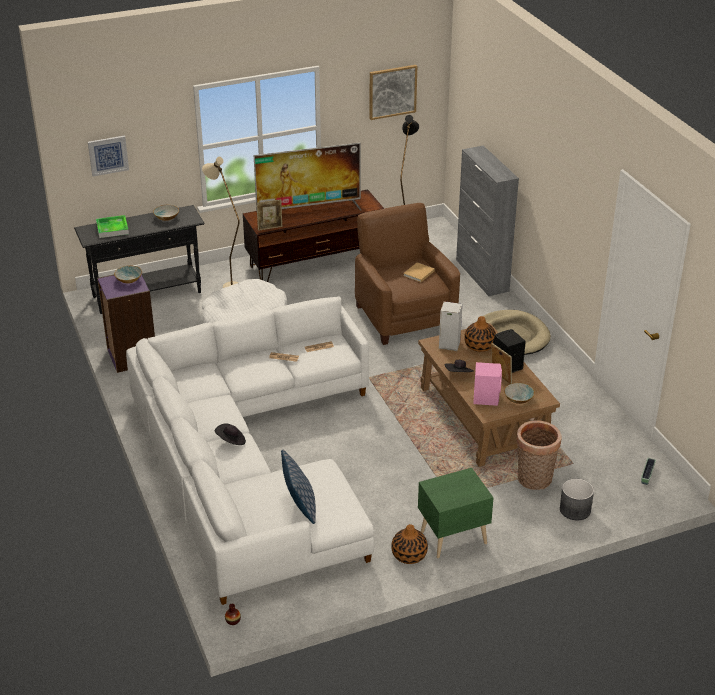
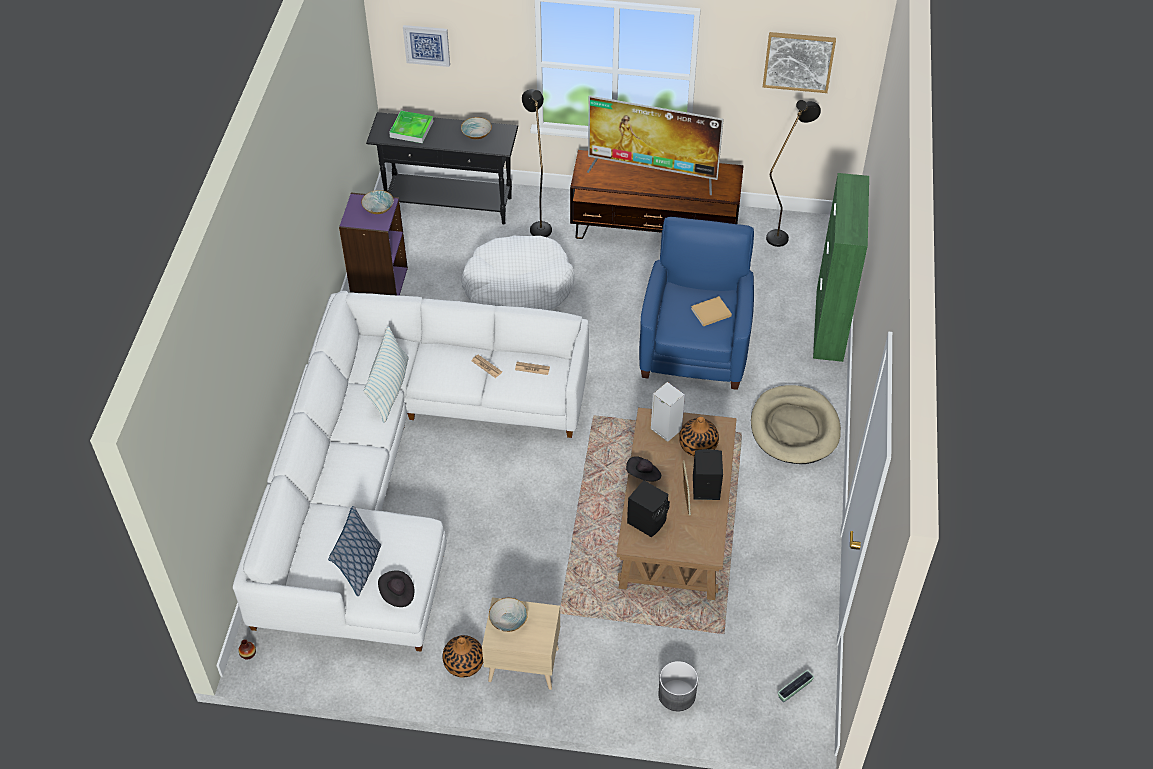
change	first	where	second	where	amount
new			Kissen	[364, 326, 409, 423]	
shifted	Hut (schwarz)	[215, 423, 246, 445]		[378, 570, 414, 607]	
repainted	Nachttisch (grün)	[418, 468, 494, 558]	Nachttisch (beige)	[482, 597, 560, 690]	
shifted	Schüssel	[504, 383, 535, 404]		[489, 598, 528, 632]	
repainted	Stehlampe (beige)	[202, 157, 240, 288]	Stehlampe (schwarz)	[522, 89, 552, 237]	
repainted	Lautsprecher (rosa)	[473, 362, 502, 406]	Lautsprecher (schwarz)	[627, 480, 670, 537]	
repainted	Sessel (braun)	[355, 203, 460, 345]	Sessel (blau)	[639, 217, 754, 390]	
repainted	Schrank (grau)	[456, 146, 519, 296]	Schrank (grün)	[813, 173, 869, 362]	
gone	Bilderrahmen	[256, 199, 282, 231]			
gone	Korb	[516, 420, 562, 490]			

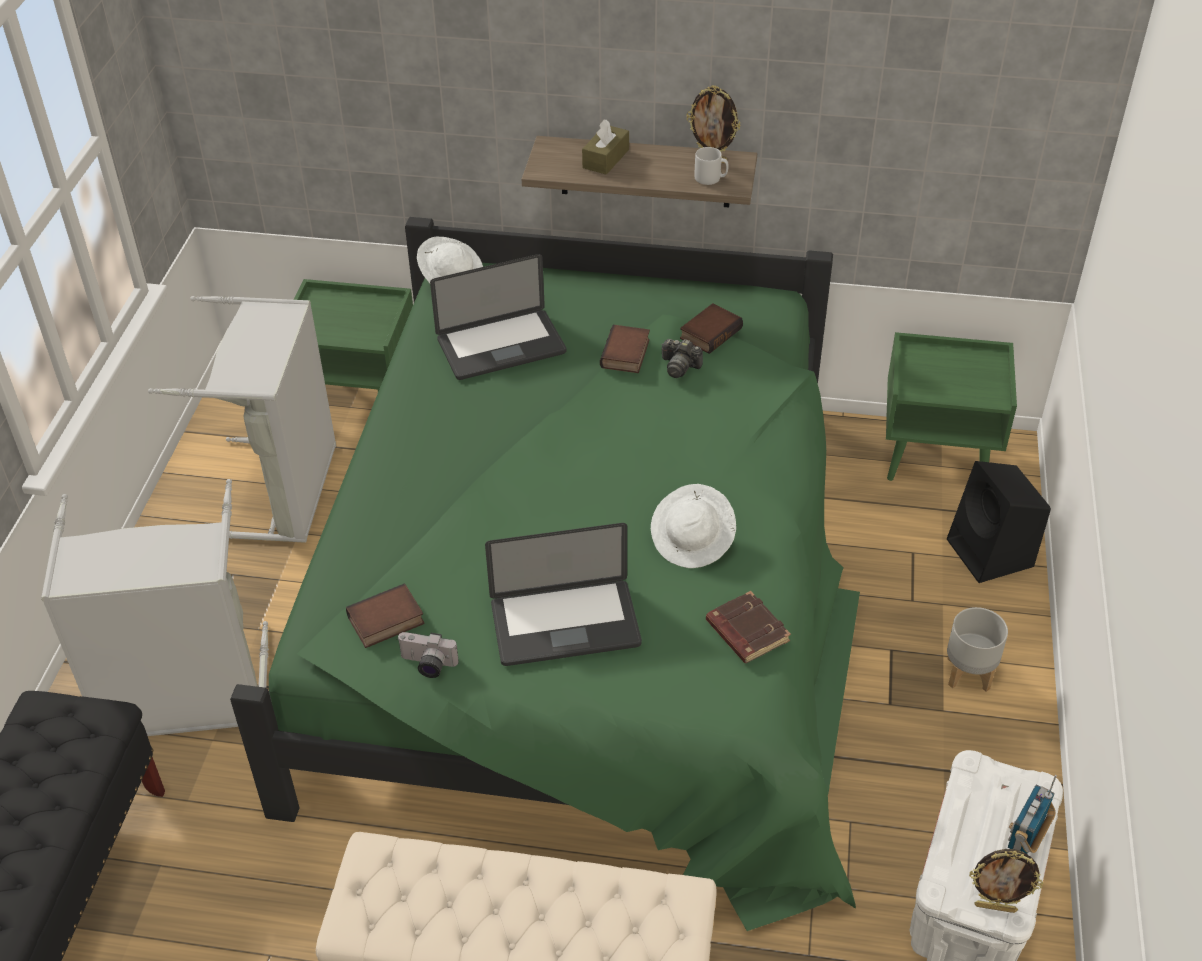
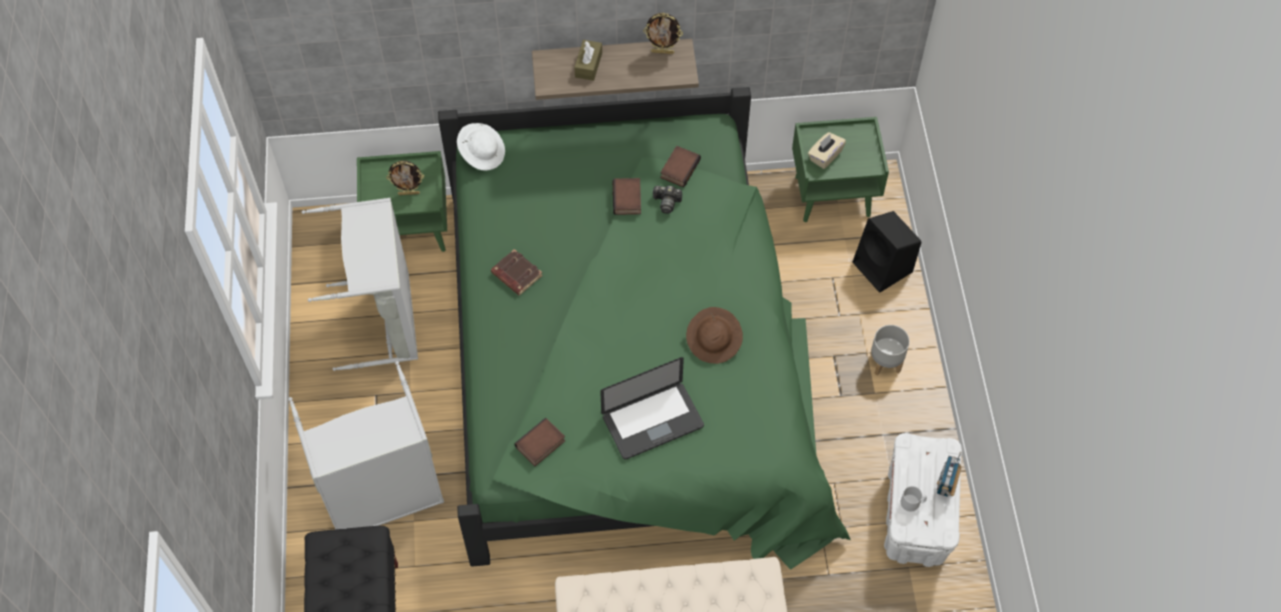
change	first	where	second	where	amount
shifted	Bilderrahmen	[969, 849, 1043, 913]		[386, 160, 424, 195]	
shifted	Buch (braun)	[706, 591, 791, 663]		[491, 249, 543, 295]	
repainted	Hut (weiß)	[651, 484, 736, 568]	Hut (braun)	[686, 307, 743, 364]	
new			Taschentuchbox (beige)	[808, 132, 846, 169]	
shifted	Henkelbecher (grau)	[694, 147, 728, 185]		[901, 486, 927, 512]	
gone	Kamera	[397, 632, 458, 678]			
gone	Laptop	[430, 254, 567, 380]			

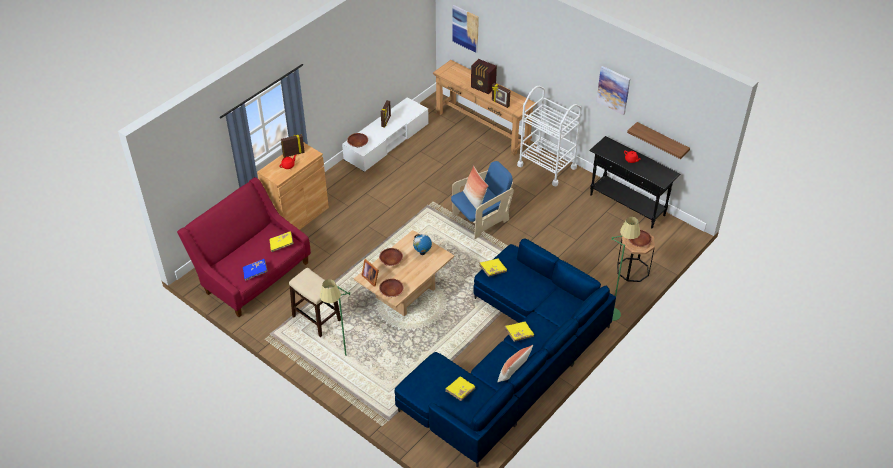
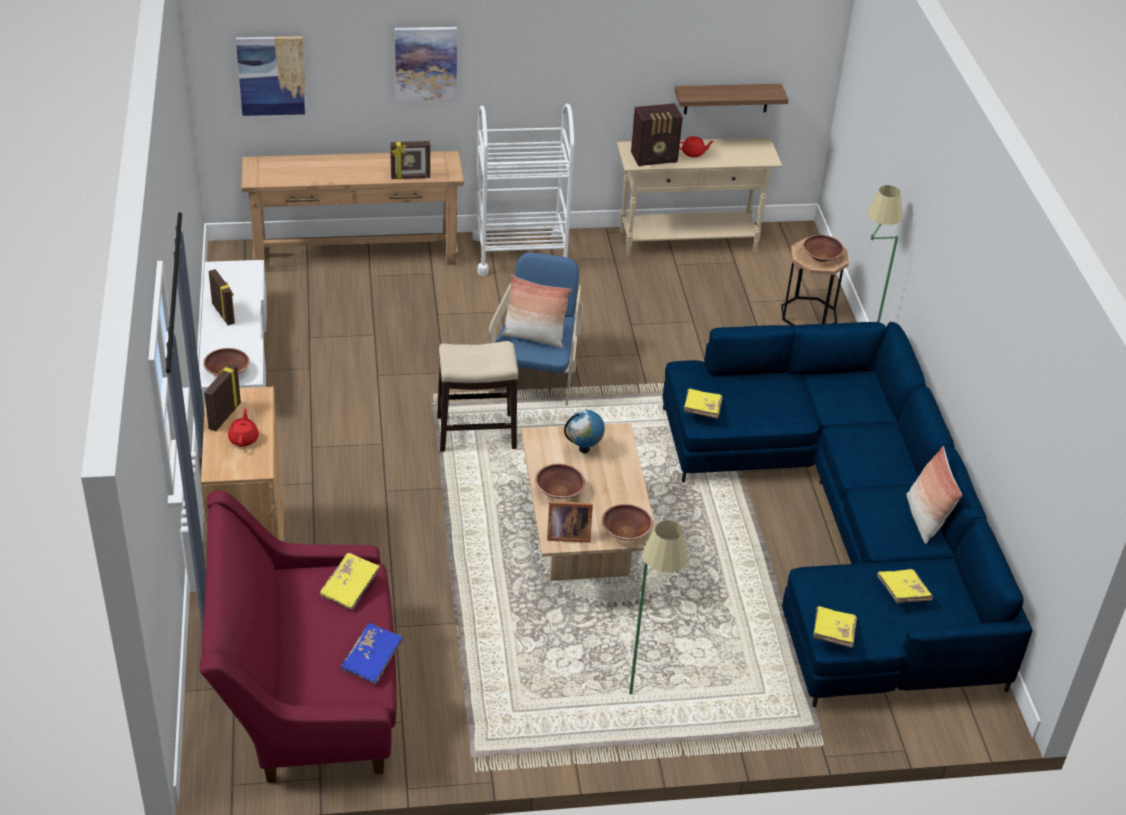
change	first	where	second	where	amount
shifted	Bild	[596, 66, 630, 115]		[395, 27, 457, 102]	
shifted	Hocker	[289, 268, 341, 337]		[437, 341, 518, 452]	
repainted	Konsolentisch (schwarz)	[589, 136, 680, 228]	Konsolentisch (beige)	[617, 138, 782, 257]	
shifted	Radio	[471, 59, 497, 94]		[631, 103, 683, 166]	
shifted	Buch (gelb)	[504, 321, 534, 342]		[814, 606, 857, 648]	

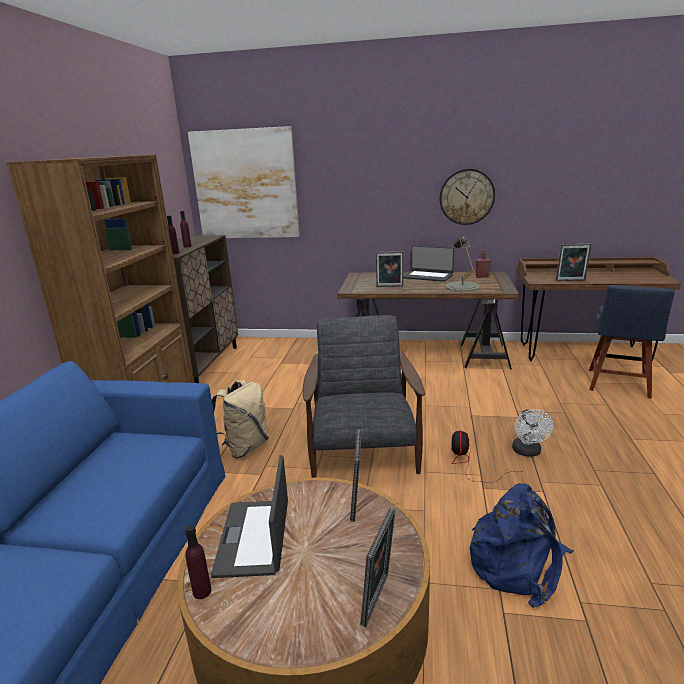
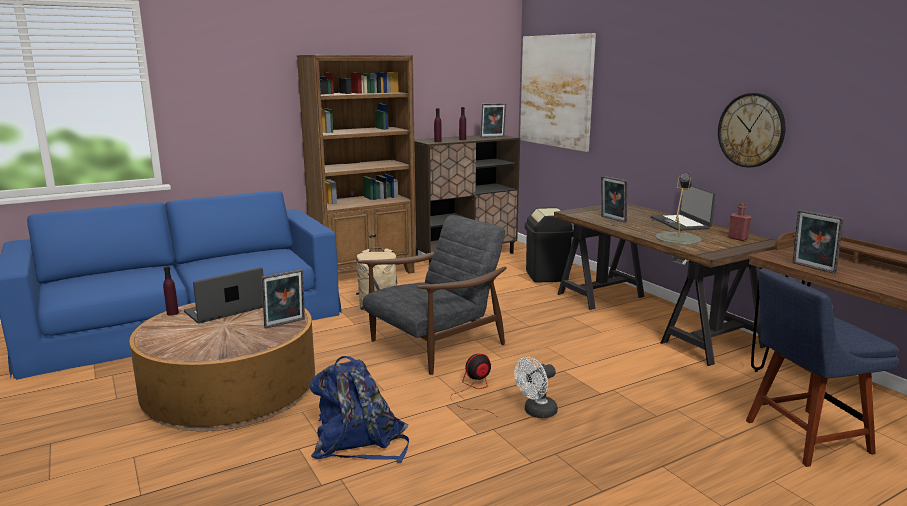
change	first	where	second	where	amount
shifted	Bilderrahmen	[360, 508, 395, 627]		[480, 103, 506, 138]	
new			Mülleimer (schwarz)	[525, 207, 574, 282]	

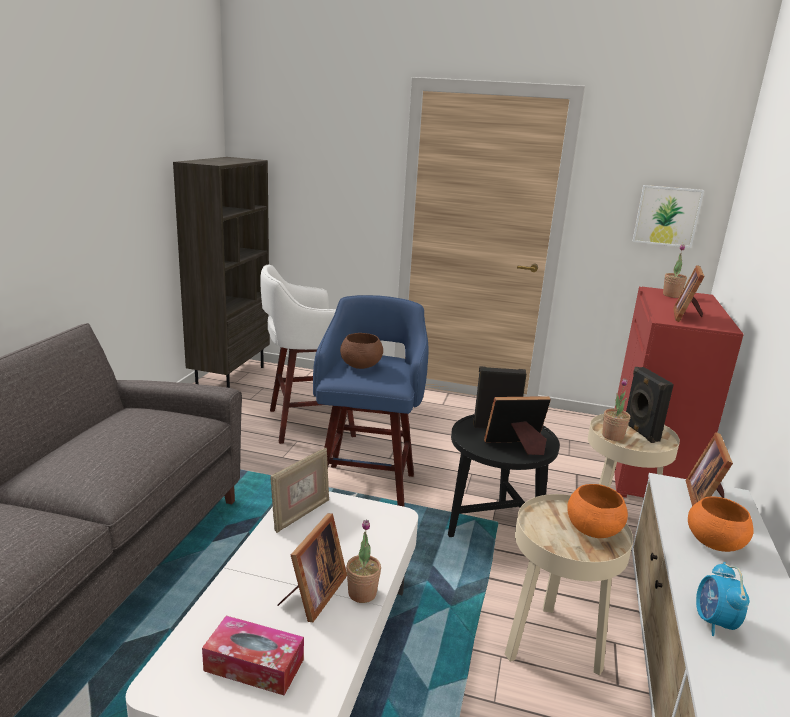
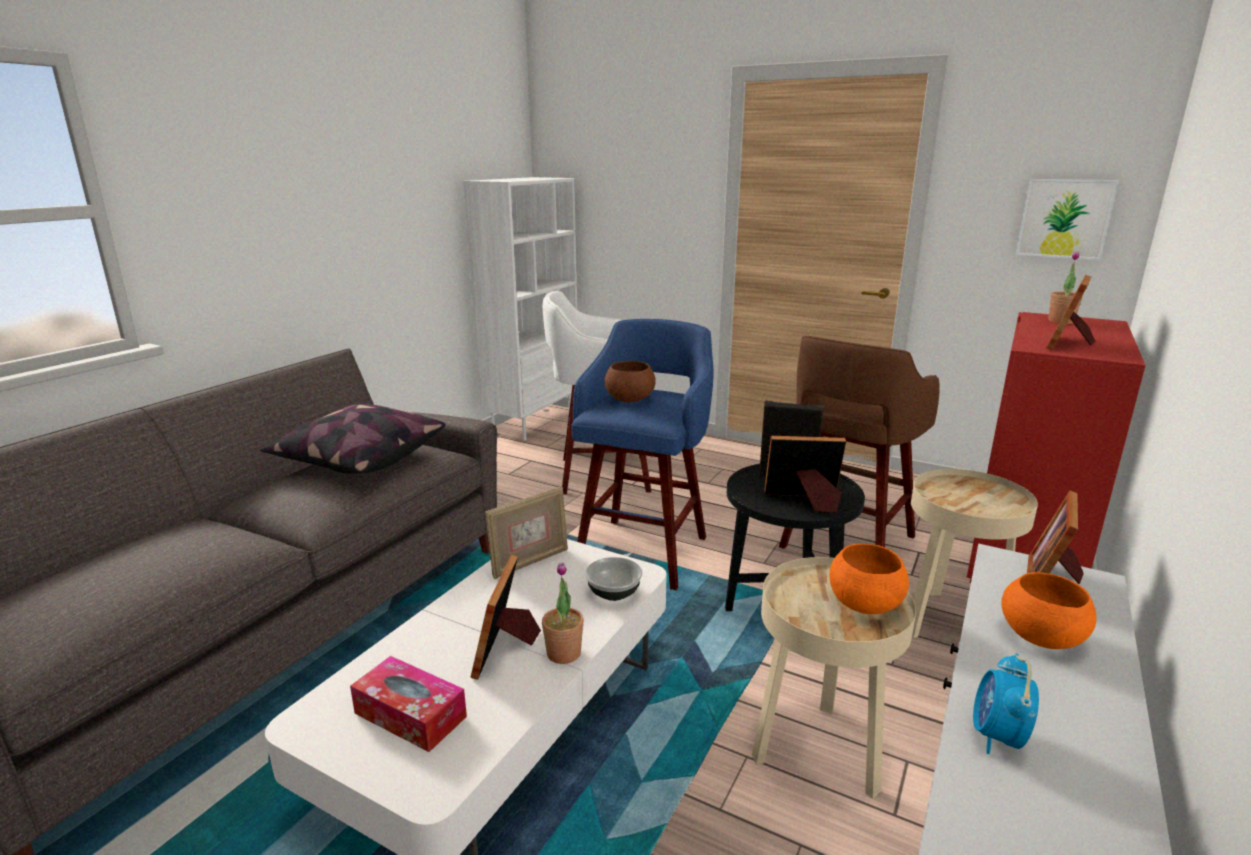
change	first	where	second	where	amount
new			Kissen	[260, 404, 446, 473]	
repainted	Bücherregal (braun)	[173, 157, 270, 388]	Bücherregal (weiß)	[463, 177, 577, 440]	
rotated	Bilderrahmen	[277, 513, 347, 622]		[471, 555, 541, 680]	150 degrees clockwise
new			Schüssel	[585, 557, 642, 601]	
new			Hocker (braun)	[779, 336, 940, 549]	
gone	Topfpflanze	[602, 378, 630, 441]			
gone	Lautsprecher (schwarz)	[626, 367, 674, 443]			

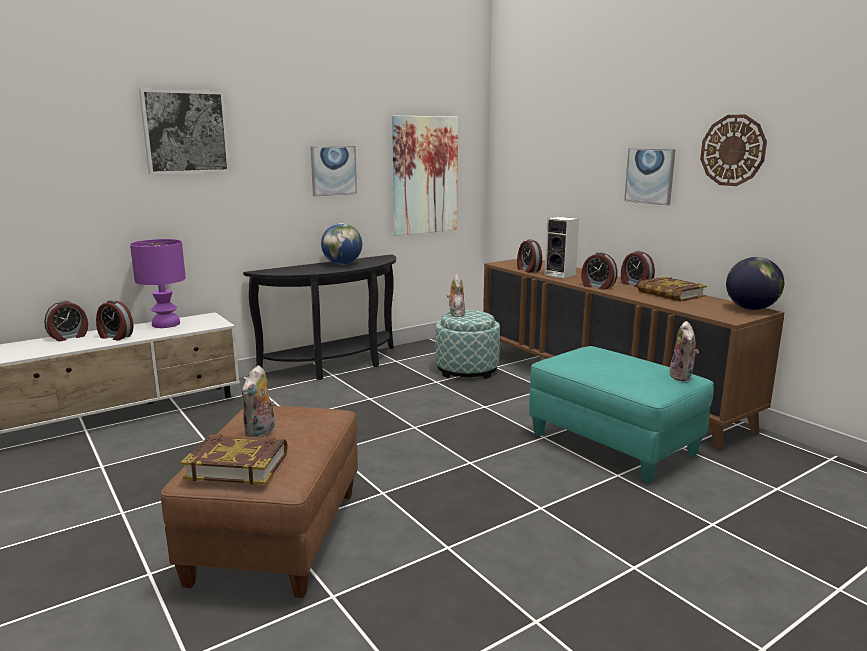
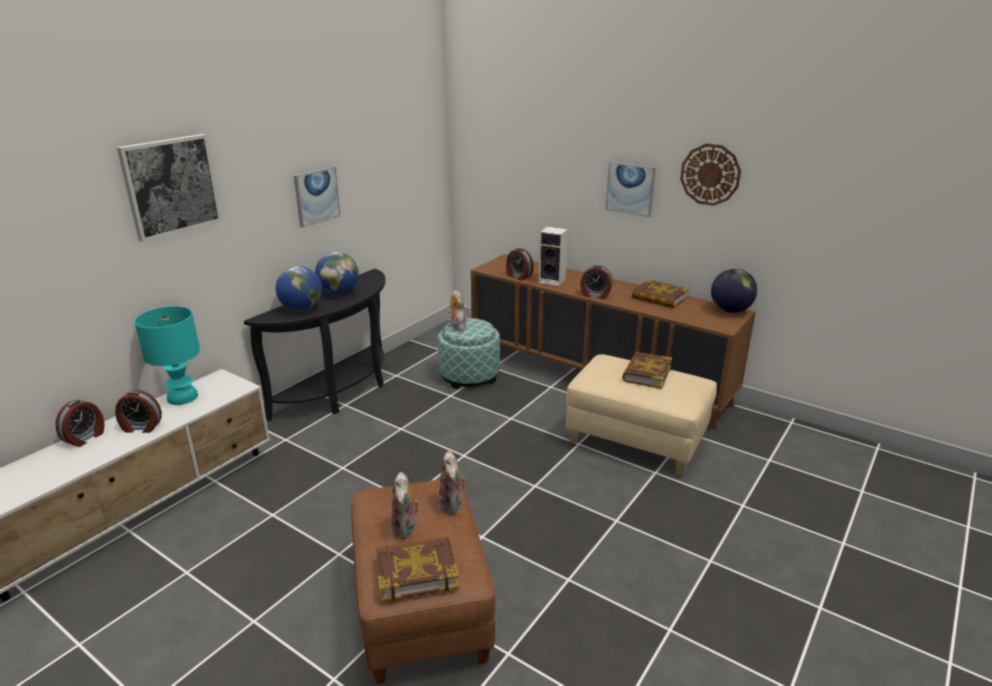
change	first	where	second	where	amount
repainted	Tischlampe (lila)	[130, 239, 186, 328]	Tischlampe (türkis)	[134, 306, 200, 405]	
new			Globus	[276, 266, 322, 311]	
shifted	Plüschtier	[669, 321, 699, 381]		[438, 451, 466, 515]	
repainted	Polsterhocker (türkis)	[529, 346, 714, 483]	Polsterhocker (beige)	[566, 354, 717, 476]	
new			Buch	[622, 352, 672, 389]	
gone	Bild	[392, 116, 458, 236]			
gone	Wecker	[621, 251, 655, 288]			

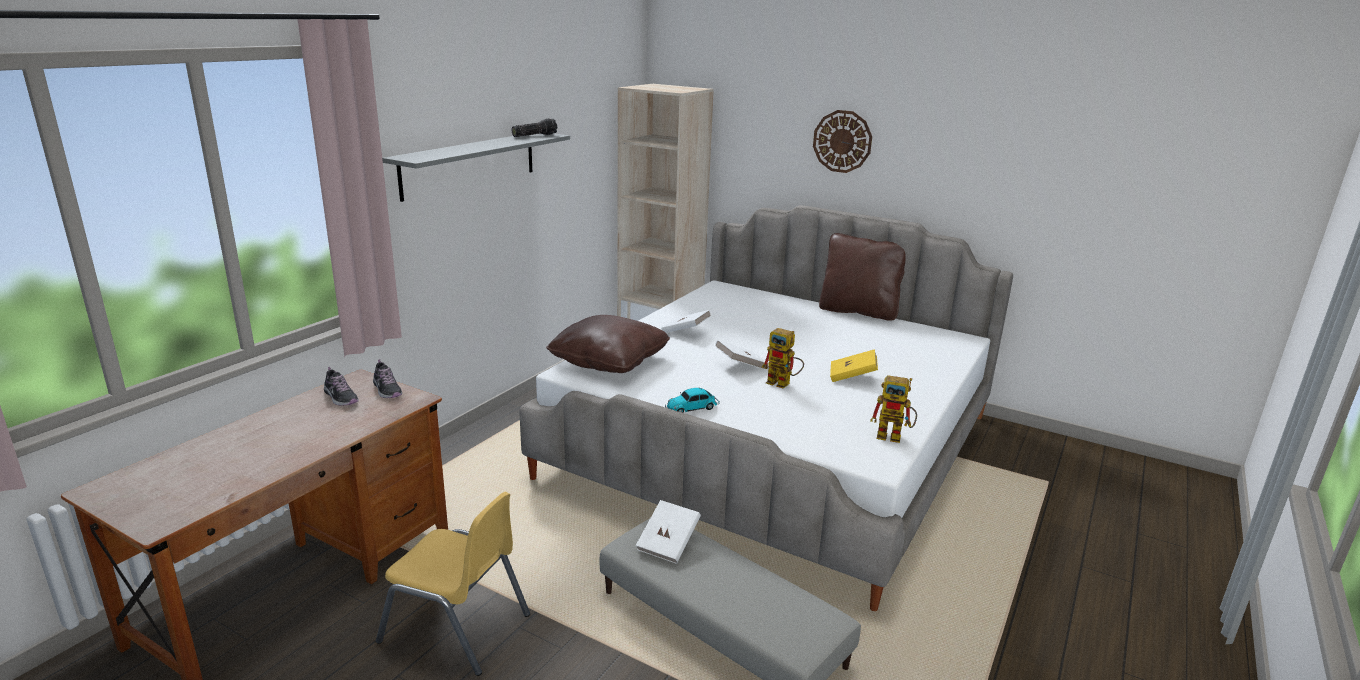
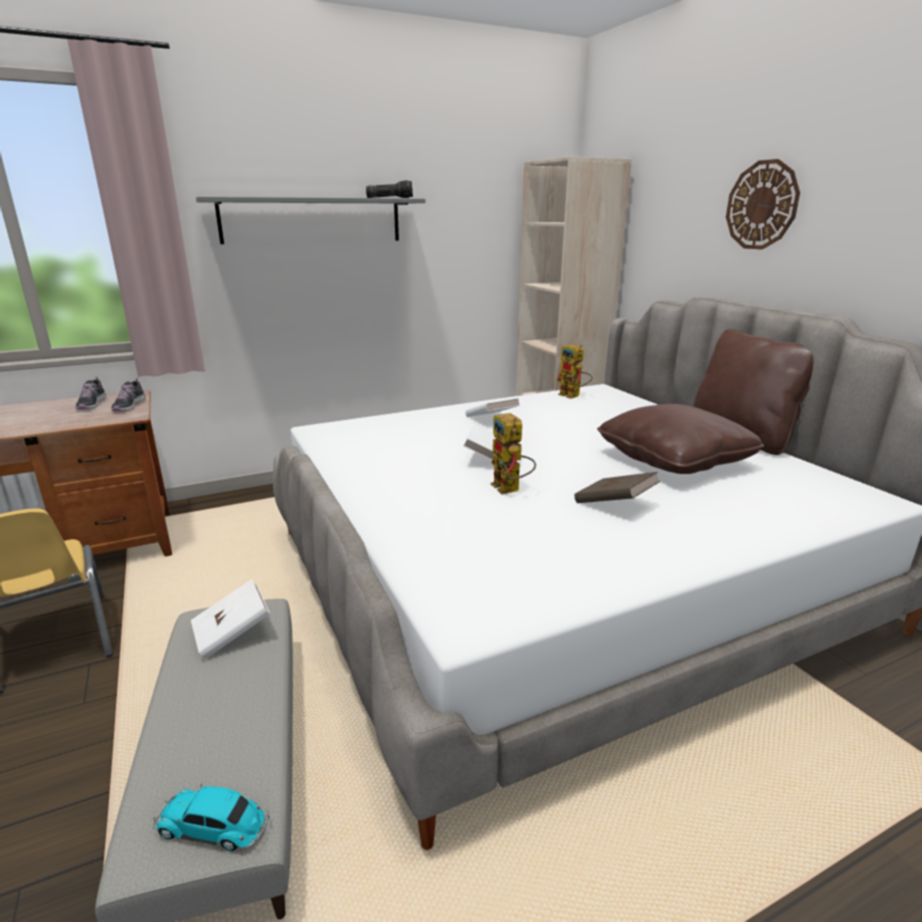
change	first	where	second	where	amount
shifted	Spielzeugauto	[665, 388, 720, 413]		[153, 784, 269, 851]	
shifted	Spielzeugroboter	[870, 375, 917, 443]		[556, 344, 592, 399]	
repainted	Buch (gelb)	[830, 349, 878, 382]	Buch (braun)	[574, 472, 660, 503]	
shifted	Kissen (braun)	[546, 315, 670, 373]		[597, 404, 764, 474]	

